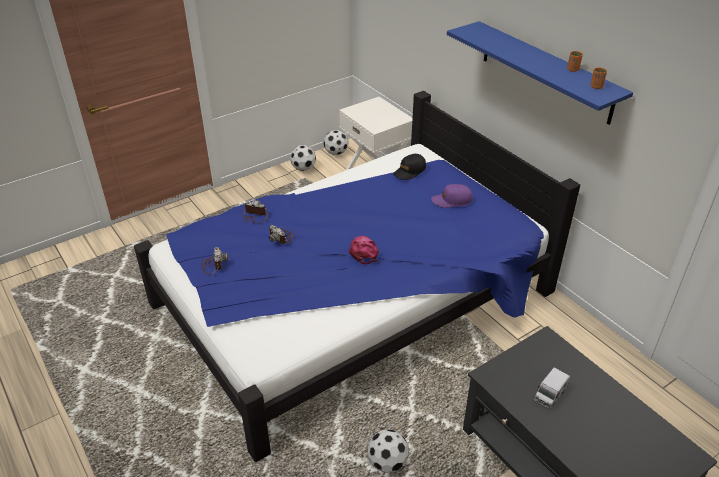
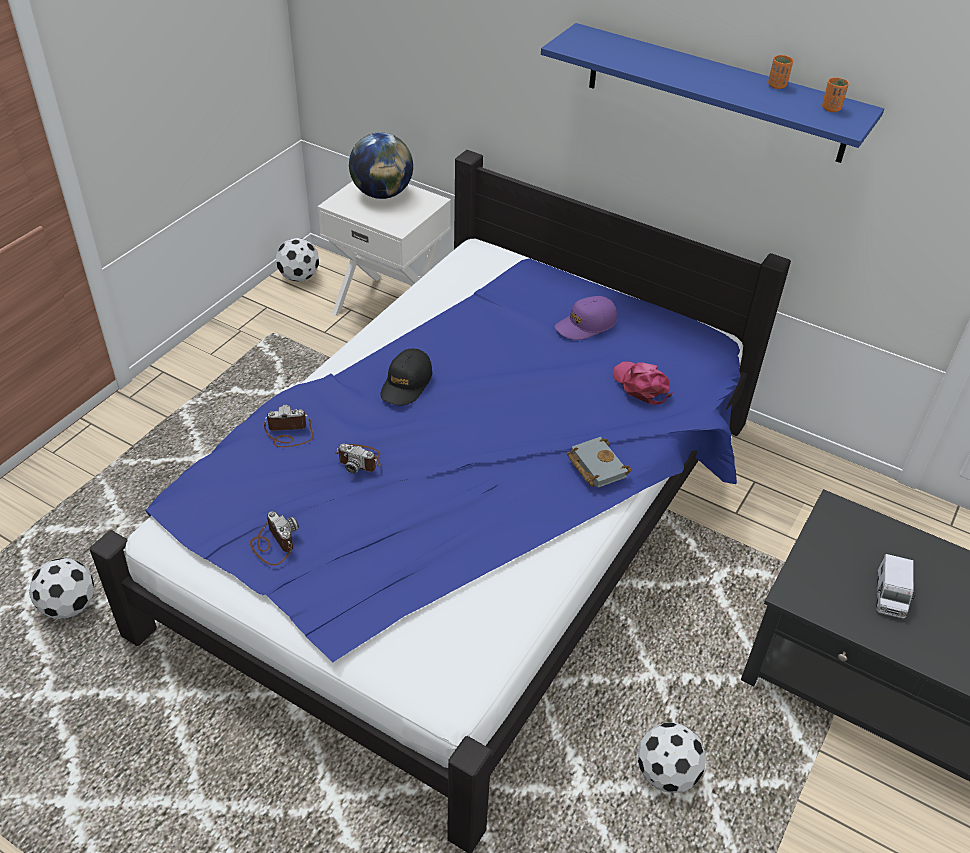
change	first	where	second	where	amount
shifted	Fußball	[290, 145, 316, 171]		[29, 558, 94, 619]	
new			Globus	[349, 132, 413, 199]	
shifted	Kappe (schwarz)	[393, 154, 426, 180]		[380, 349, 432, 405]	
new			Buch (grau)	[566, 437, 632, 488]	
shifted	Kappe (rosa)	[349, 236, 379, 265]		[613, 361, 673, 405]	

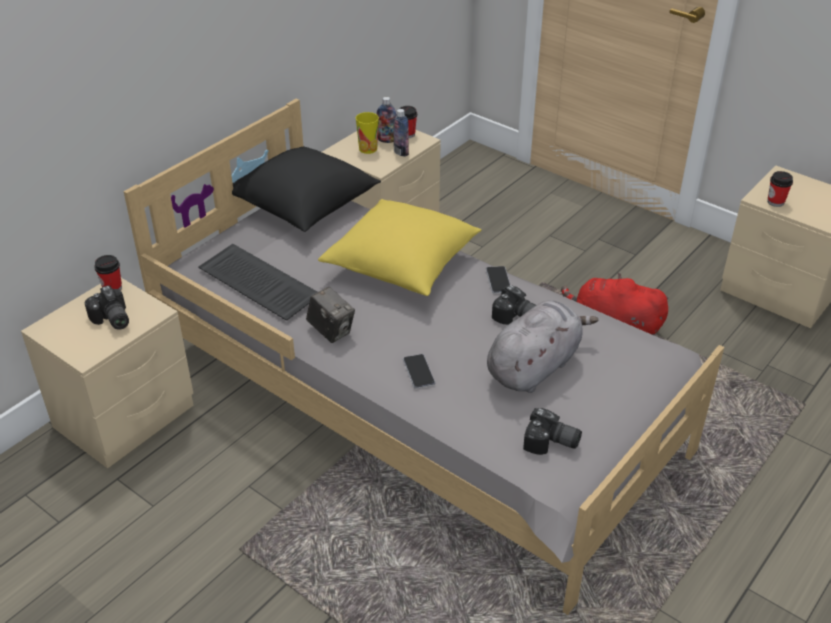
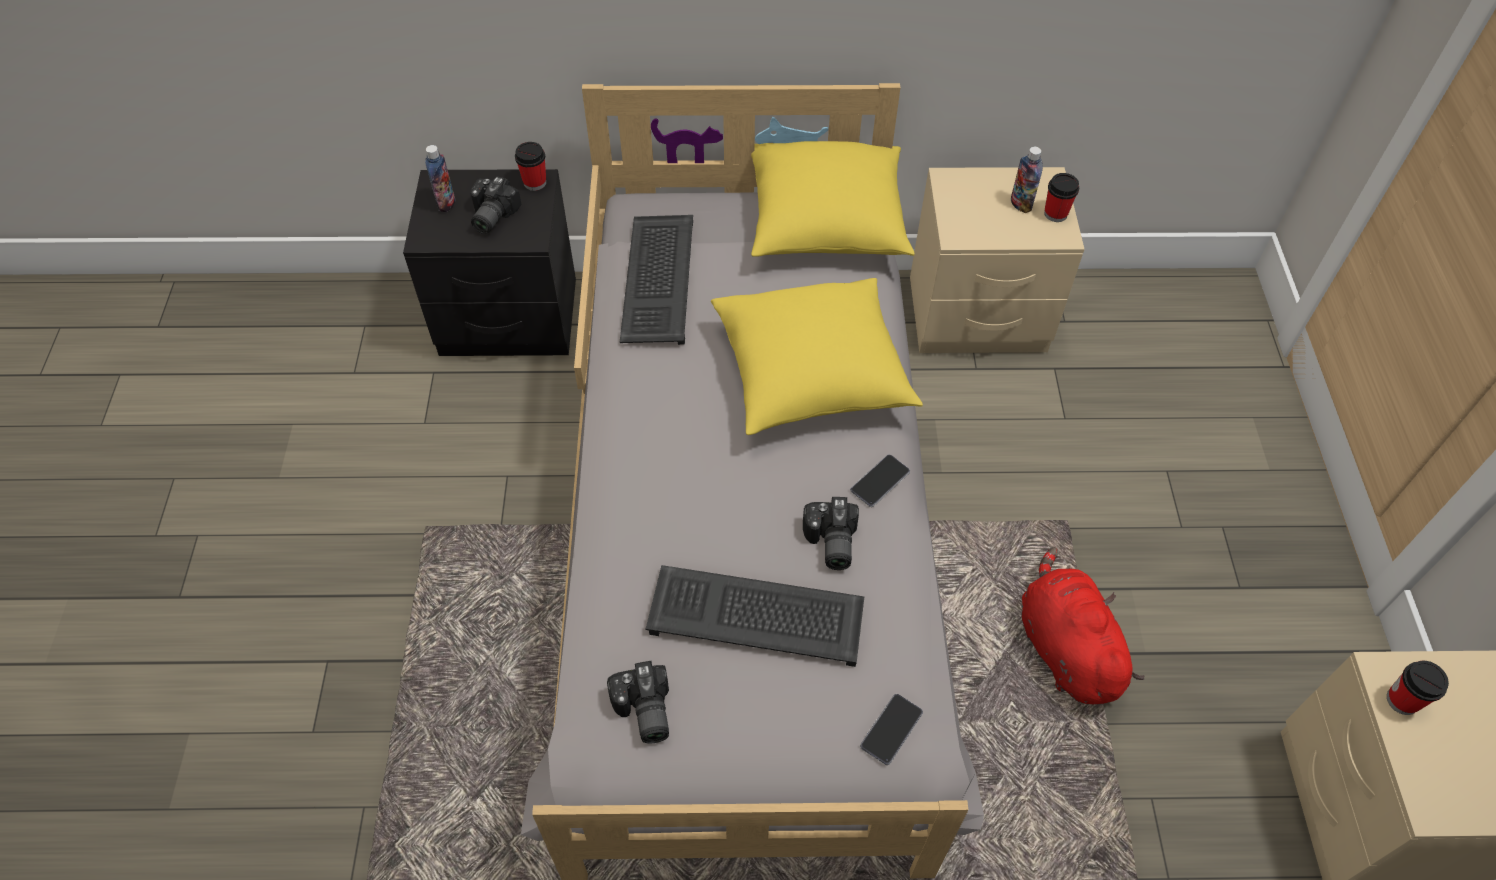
change	first	where	second	where	amount
repainted	Nachttisch (beige)	[21, 278, 194, 468]	Nachttisch (schwarz)	[403, 169, 576, 356]	
shifted	Flasche	[393, 109, 409, 157]		[425, 145, 455, 212]	
swapped	Plüschtier (grau)	[487, 300, 598, 393]	Tastatur	[646, 565, 864, 667]	
repainted	Kissen (schwarz)	[232, 146, 381, 232]	Kissen (gelb)	[751, 141, 915, 257]	
shifted	Handy	[403, 354, 435, 389]		[860, 694, 923, 765]	
gone	Kamera	[306, 287, 355, 343]			
gone	Tasse	[356, 112, 379, 154]			

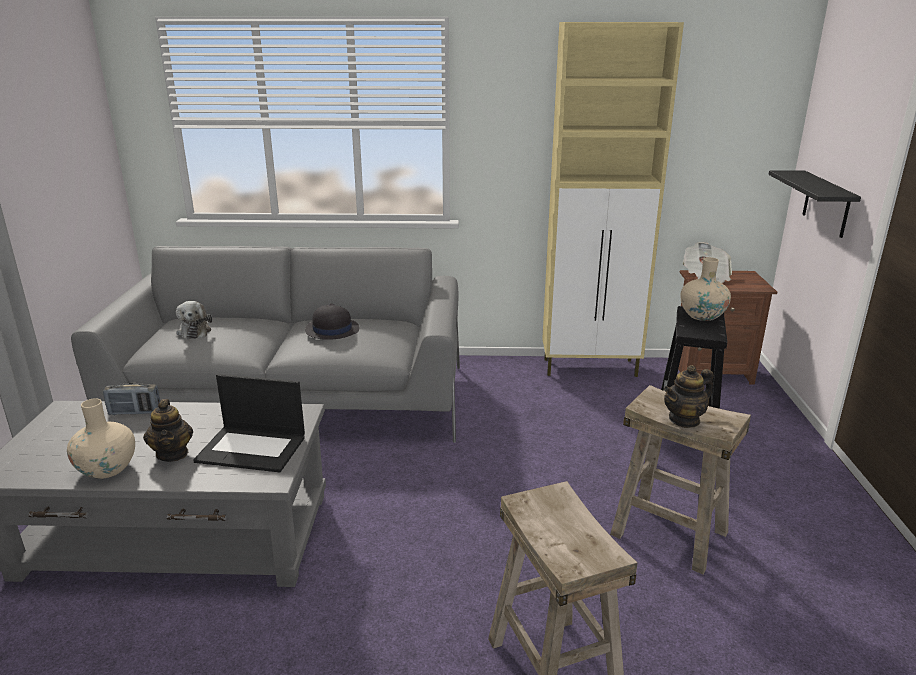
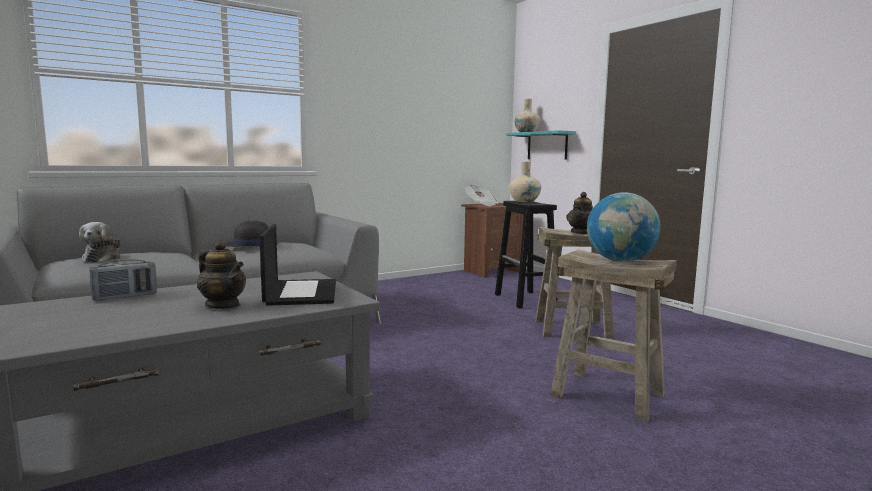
change	first	where	second	where	amount
rotated	Plüschtier	[176, 301, 212, 339]		[79, 222, 121, 262]	45 degrees clockwise
rotated	Laptop	[193, 374, 305, 472]		[259, 224, 336, 306]	75 degrees counterclockwise
repainted	Wandregal (schwarz)	[769, 170, 861, 238]	Wandregal (türkis)	[506, 130, 576, 160]	
shifted	Vase (beige)	[67, 398, 135, 479]		[514, 99, 540, 132]	
new			Globus	[587, 192, 661, 262]	
gone	Schrank (beige)	[542, 22, 684, 377]			

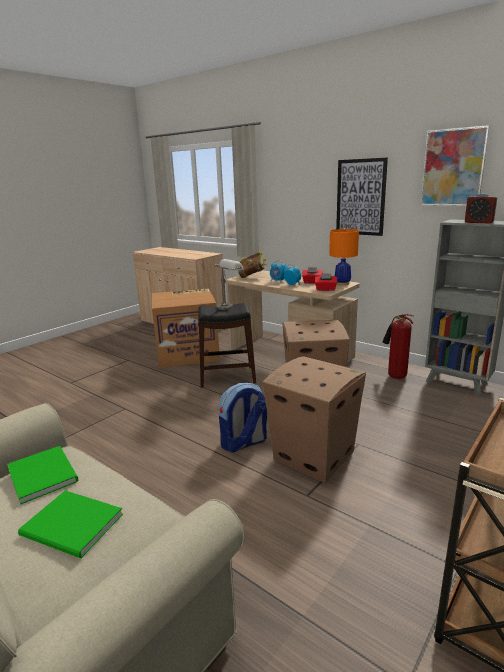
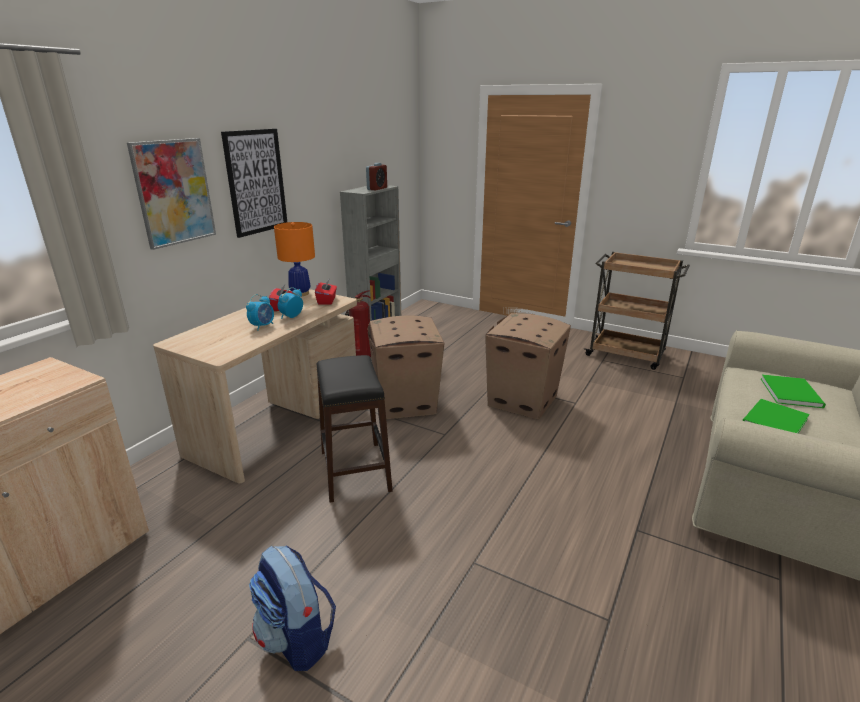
change	first	where	second	where	amount
shifted	Bild	[421, 125, 490, 206]		[127, 138, 216, 250]	
shifted	Rucksack	[219, 383, 267, 453]		[249, 545, 336, 671]	
gone	Karton	[152, 288, 220, 368]			
gone	Tischlampe (grau)	[214, 259, 243, 310]			
gone	Buch	[238, 250, 266, 278]			

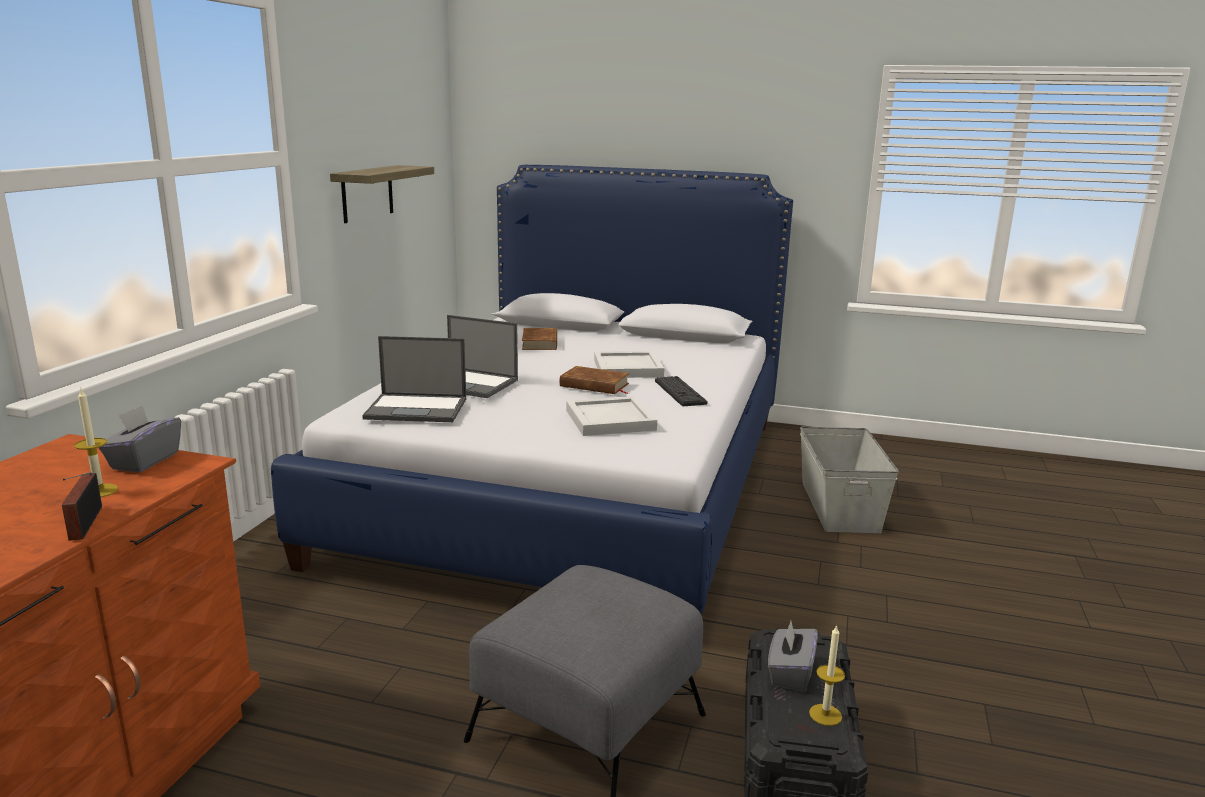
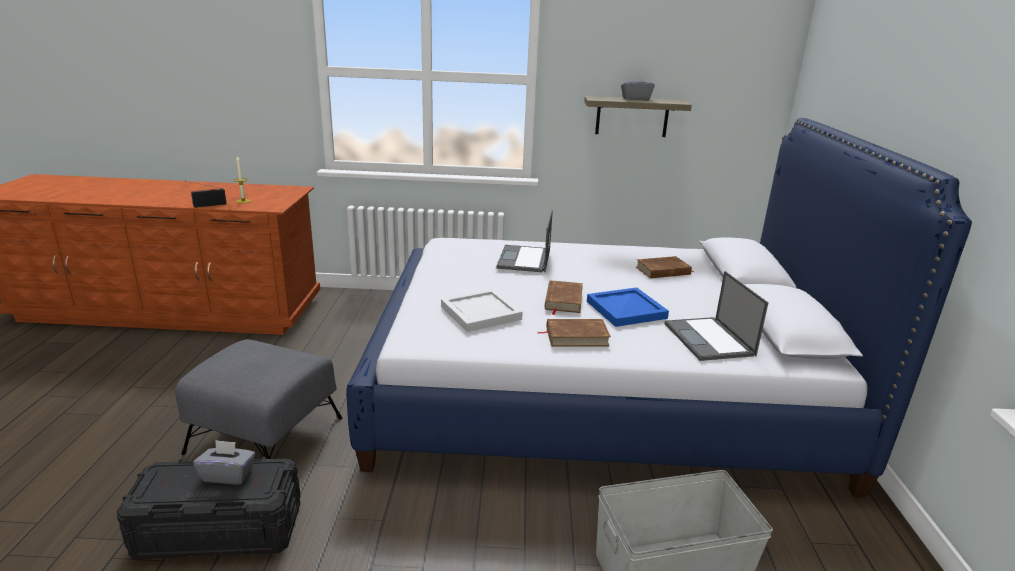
change	first	where	second	where	amount
swapped	Tastatur	[655, 376, 707, 406]	Buch (braun)	[538, 319, 611, 347]	
repainted	Tablett (weiß)	[594, 351, 664, 378]	Tablett (blau)	[587, 287, 669, 327]	
shifted	Taschentuchbox (grau)	[99, 405, 181, 473]		[621, 74, 655, 100]	
shifted	Laptop	[362, 336, 466, 422]		[664, 271, 768, 361]	
gone	Kerze	[809, 625, 845, 726]			

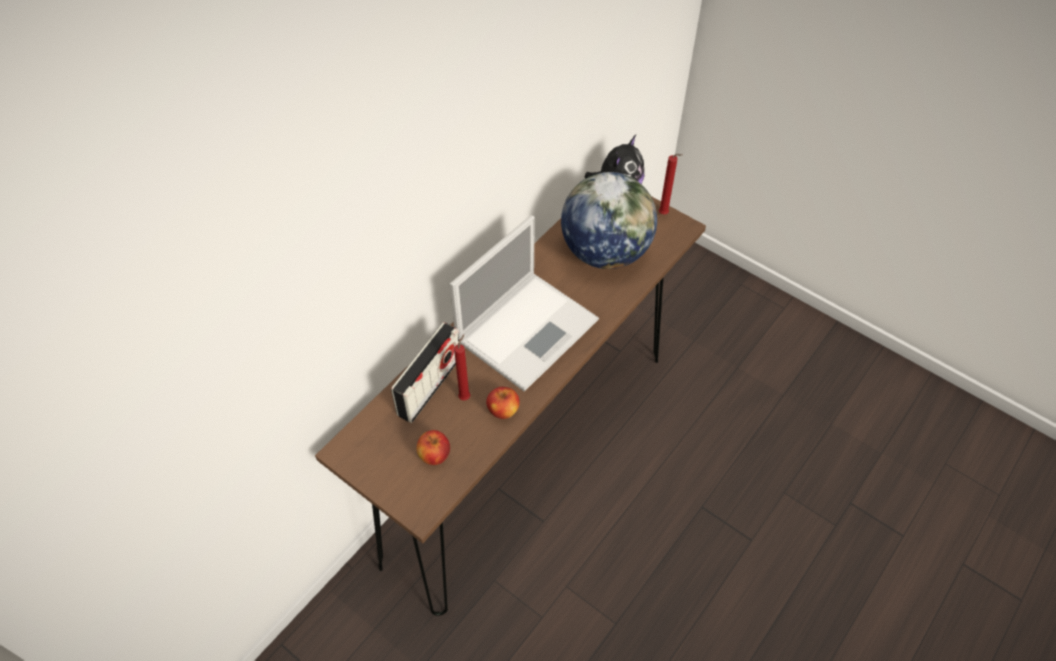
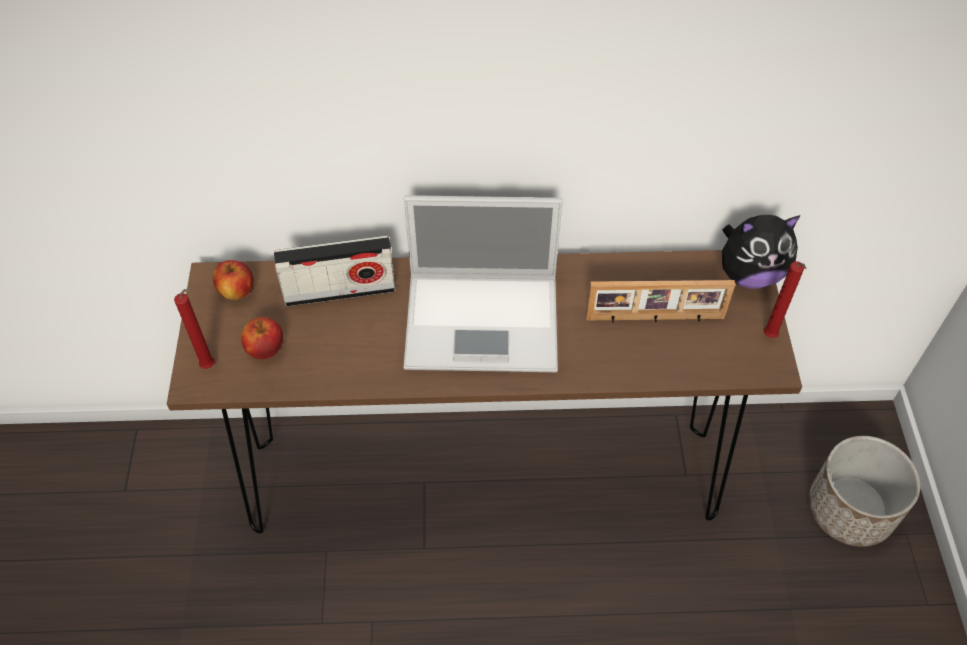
change	first	where	second	where	amount
shifted	Kerze (rot)	[454, 334, 471, 400]		[174, 287, 215, 369]	
shifted	Apfel	[486, 387, 520, 419]		[213, 260, 254, 300]	
swapped	Globus	[561, 172, 657, 269]	Bilderrahmen	[586, 280, 735, 323]	
new			Pflanzkübel	[809, 436, 920, 547]	

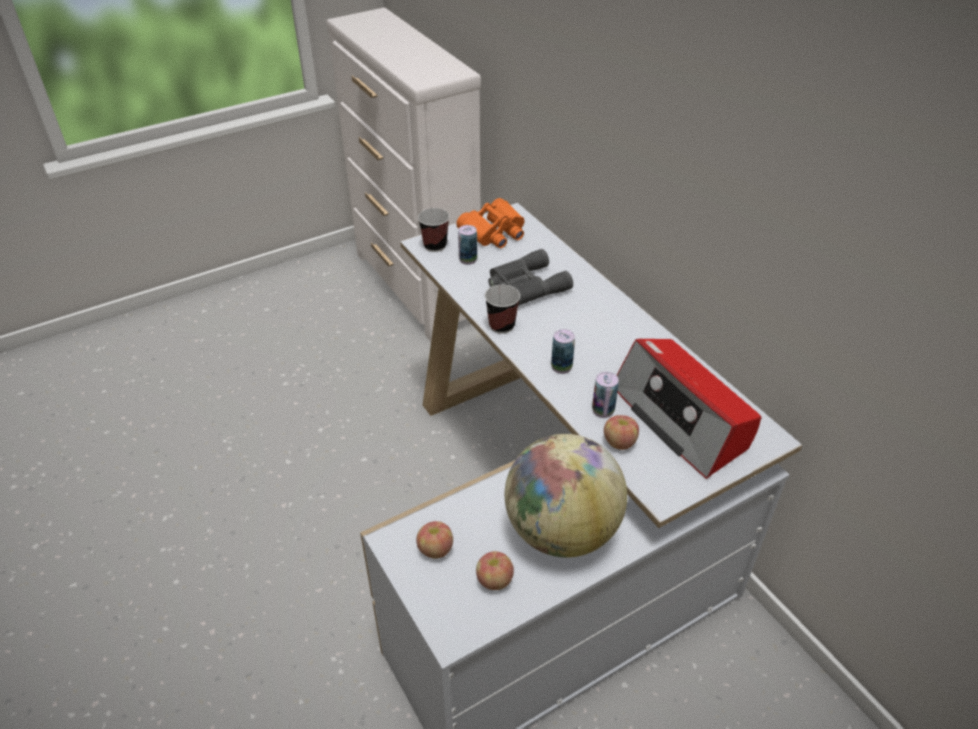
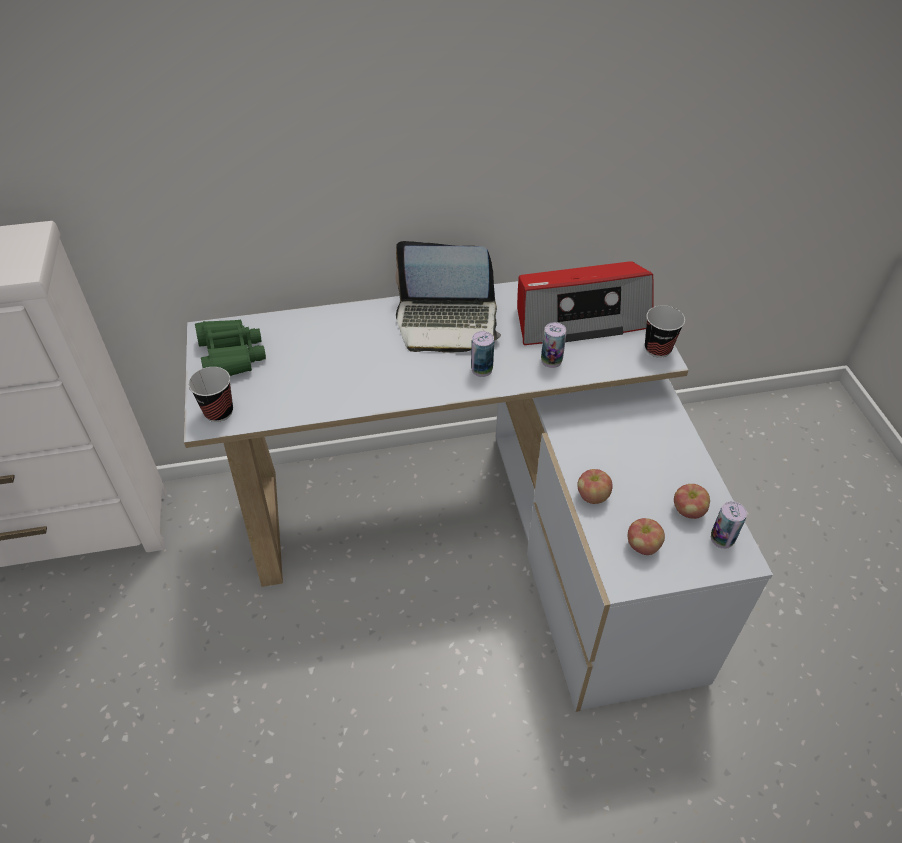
change	first	where	second	where	amount
repainted	Fernglas (orange)	[456, 198, 525, 248]	Fernglas (grün)	[195, 319, 266, 376]	
new			Laptop	[396, 241, 501, 353]	
shifted	Apfel	[604, 415, 639, 450]		[577, 469, 613, 504]	
shifted	Tasse	[485, 285, 520, 334]		[645, 305, 685, 358]	
shifted	Dose	[458, 225, 477, 265]		[711, 501, 747, 549]	
gone	Fernglas (grau)	[488, 249, 573, 306]			
gone	Globus	[505, 434, 627, 557]			

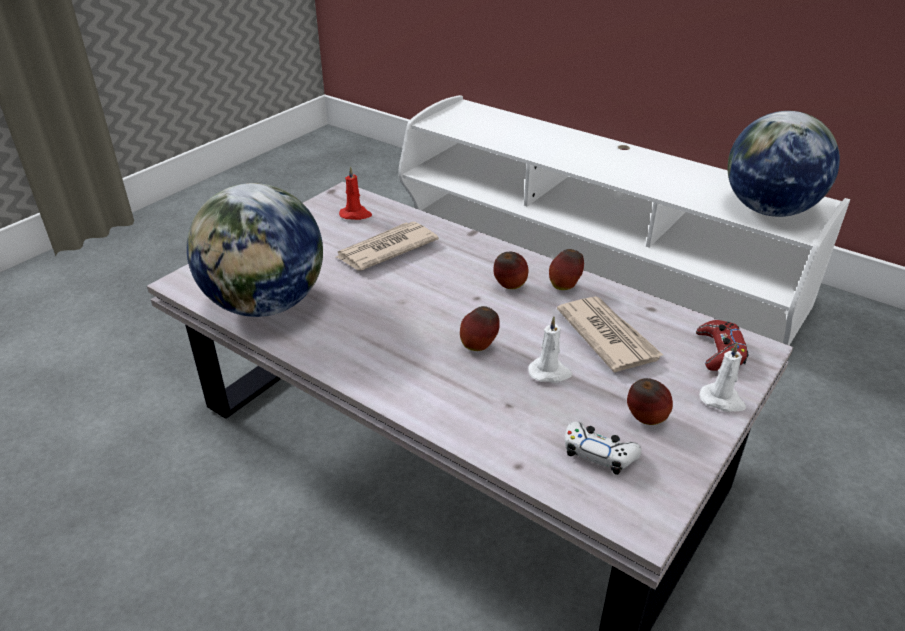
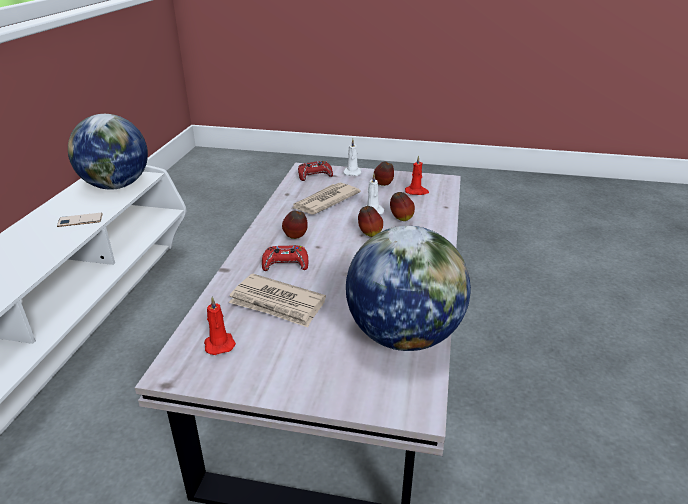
change	first	where	second	where	amount
new			Handy	[57, 213, 103, 227]	
new			Gamepad (rot)	[262, 245, 308, 271]	
shifted	Apfel	[549, 249, 584, 290]		[390, 192, 415, 221]	
swapped	Gamepad (weiß)	[565, 422, 641, 475]	Kerze (rot)	[405, 156, 429, 195]	

